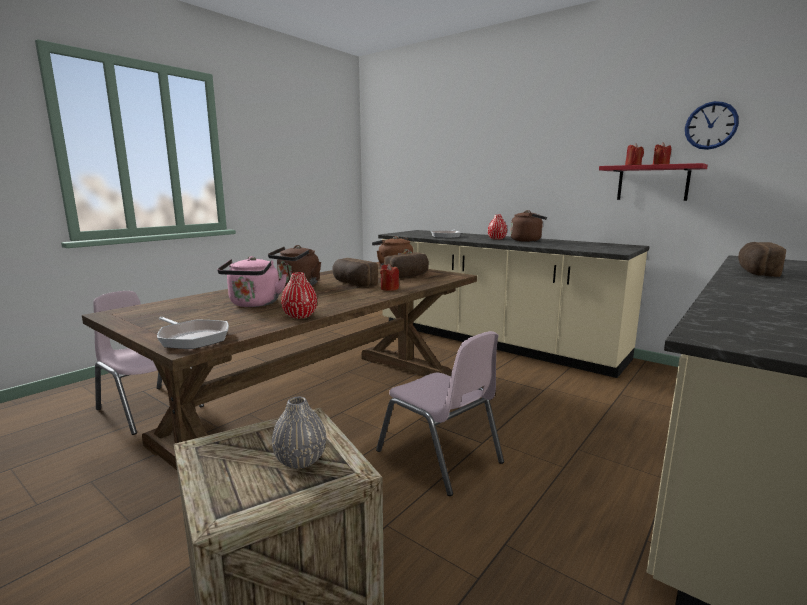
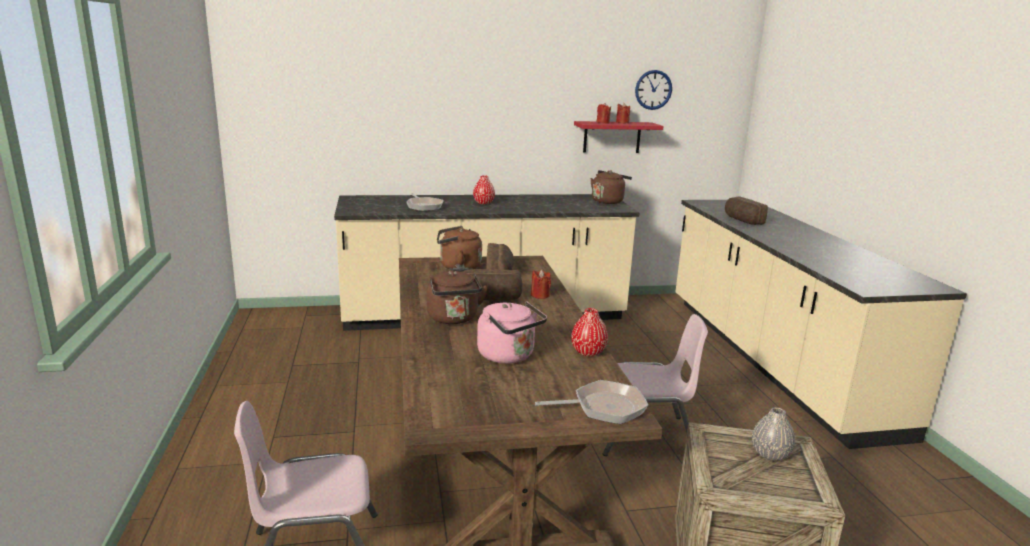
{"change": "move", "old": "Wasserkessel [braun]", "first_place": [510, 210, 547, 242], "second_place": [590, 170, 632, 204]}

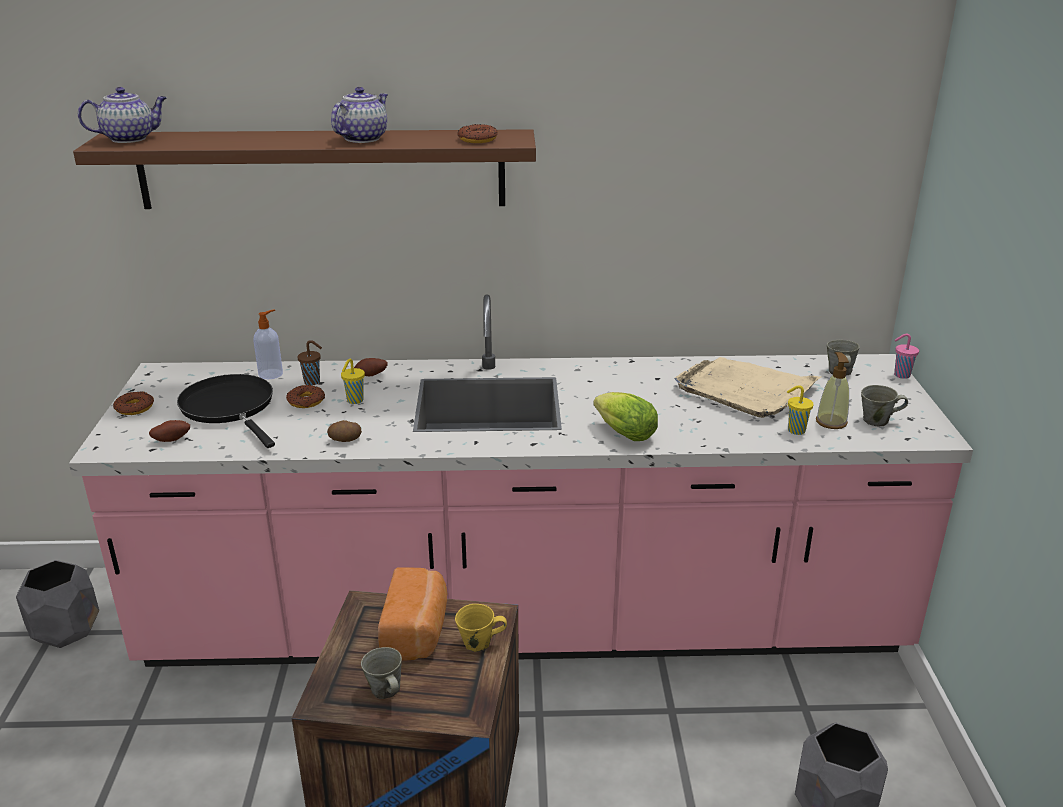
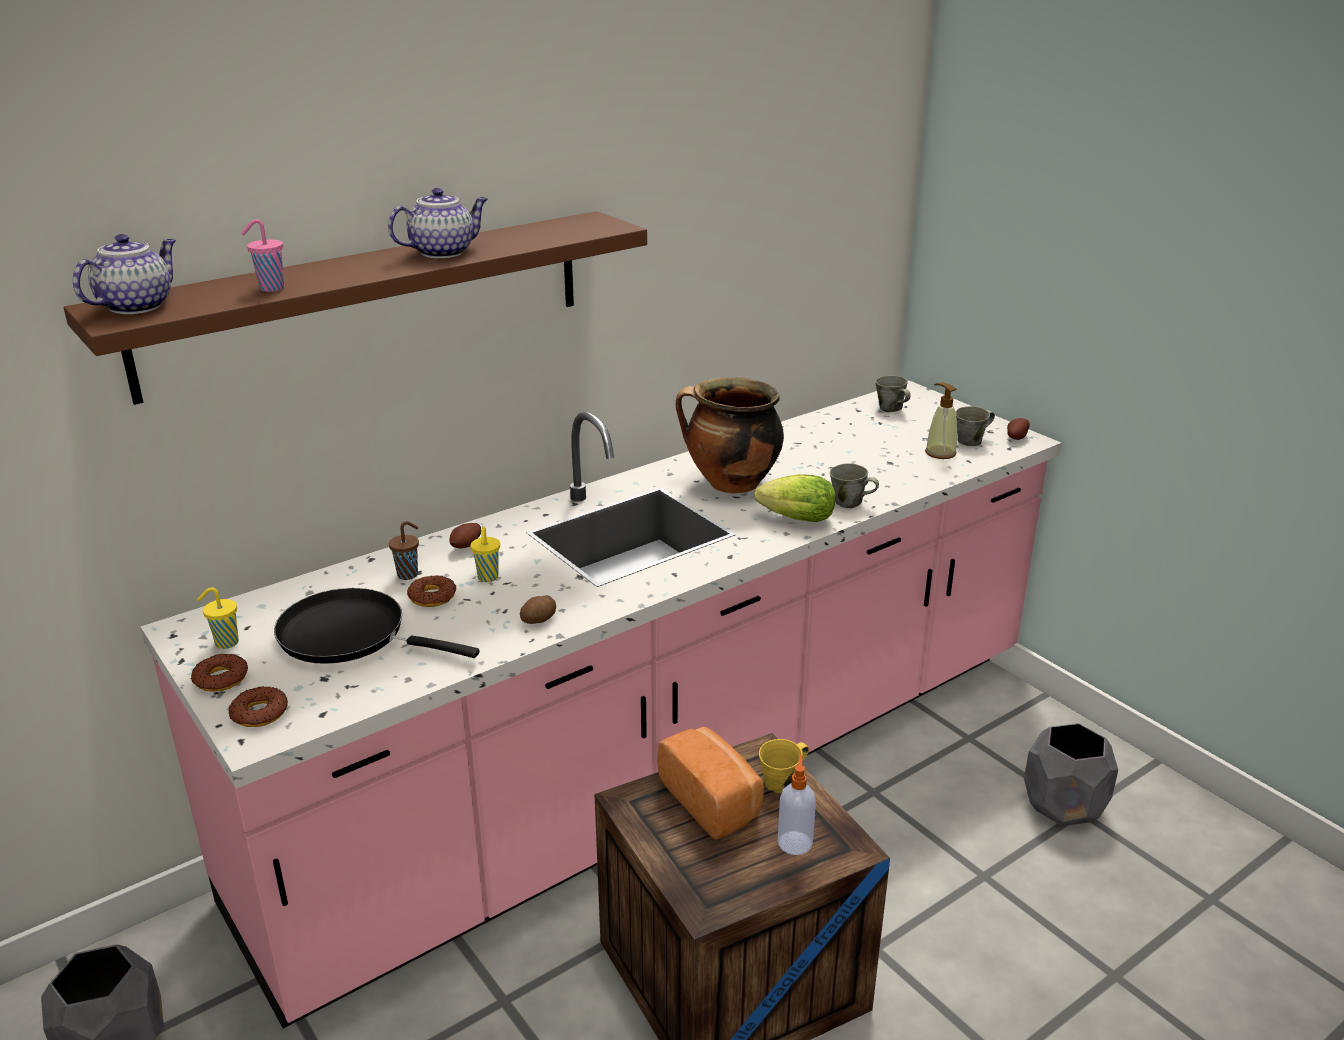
{"change": "delete", "old": "Tablett [beige]", "first_place": [674, 357, 821, 418]}
{"change": "insert", "new": "Kochtopf", "second_place": [676, 377, 784, 494]}
{"change": "move", "old": "Kartoffel", "first_place": [149, 420, 190, 442], "second_place": [1007, 418, 1030, 440]}
{"change": "move", "old": "Seifenspender", "first_place": [253, 309, 283, 379], "second_place": [778, 755, 816, 855]}
{"change": "move", "old": "Henkelbecher [grau]", "first_place": [361, 647, 402, 699], "second_place": [830, 463, 879, 508]}
{"change": "move", "old": "Donut", "first_place": [457, 124, 498, 143], "second_place": [228, 686, 288, 727]}
{"change": "move", "old": "Tasse [gelb]", "first_place": [787, 385, 814, 435], "second_place": [197, 587, 239, 649]}
{"change": "move", "old": "Tasse [rosa]", "first_place": [894, 334, 919, 379], "second_place": [241, 219, 284, 292]}
{"change": "rotate", "old": "Teekanne", "first_place": [331, 87, 388, 143], "second_place": [388, 188, 488, 258], "degrees": 60}

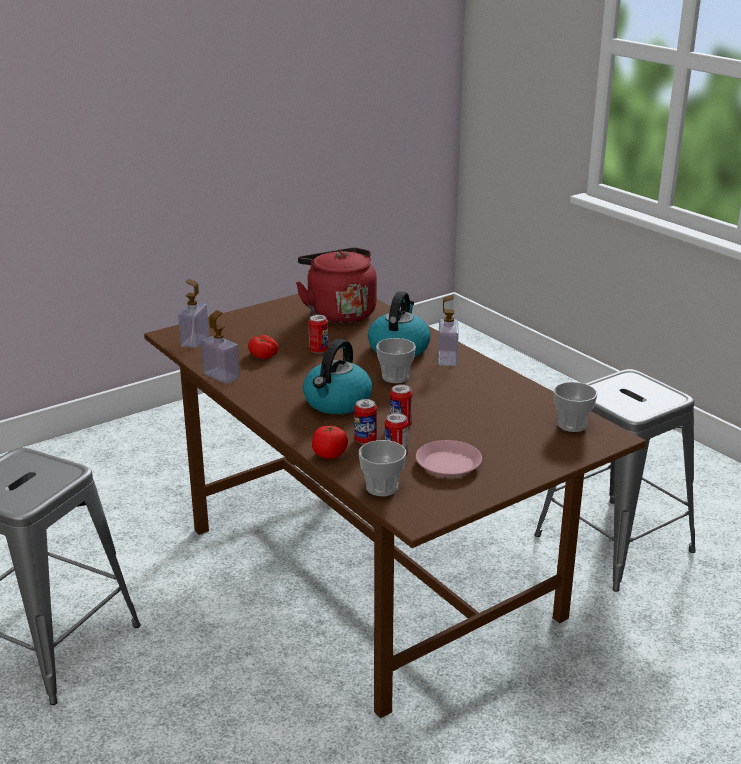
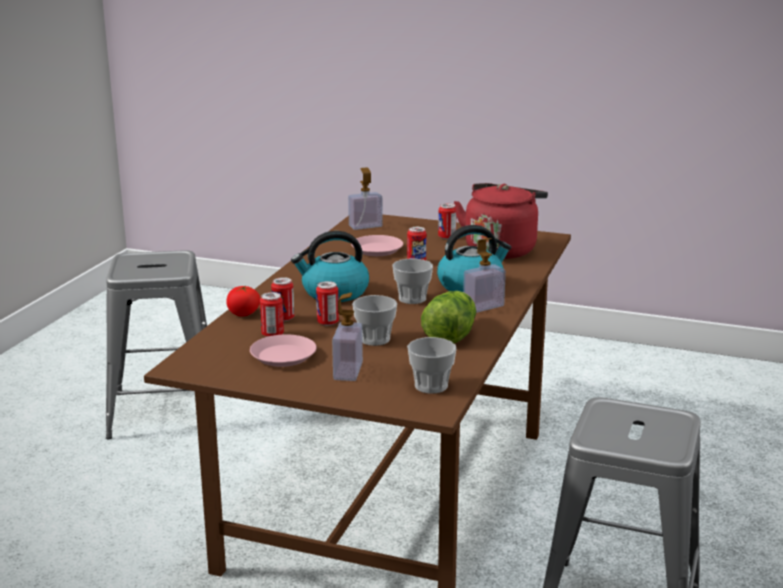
{"change": "insert", "new": "Salatkopf", "second_place": [421, 291, 476, 343]}
{"change": "insert", "new": "Dose", "second_place": [438, 203, 457, 239]}
{"change": "move", "old": "Seifenspender", "first_place": [201, 310, 240, 383], "second_place": [332, 293, 363, 381]}
{"change": "move", "old": "Tasse", "first_place": [359, 440, 406, 496], "second_place": [352, 295, 397, 346]}
{"change": "replace", "old": "Tomate", "new": "Teller [rosa]", "first_place": [248, 335, 278, 359], "second_place": [351, 235, 403, 256]}

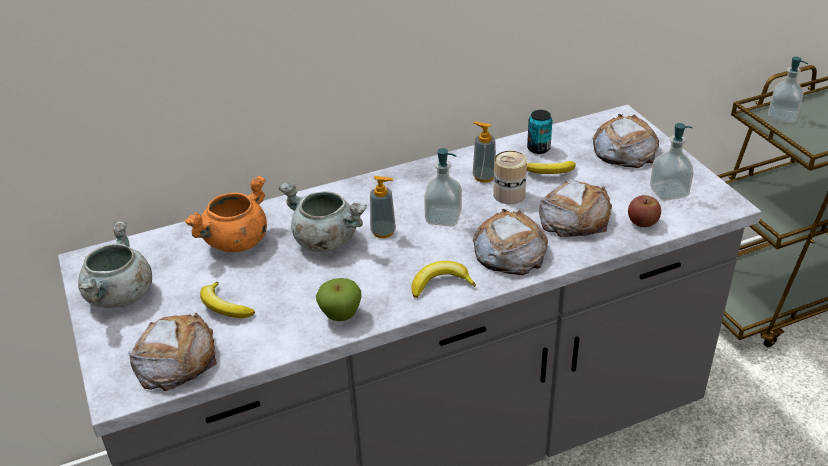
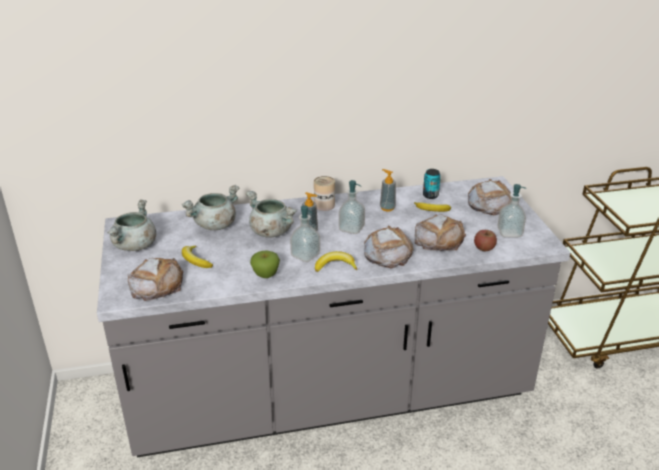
{"change": "move", "old": "Dose", "first_place": [493, 151, 527, 204], "second_place": [314, 176, 335, 211]}
{"change": "move", "old": "Seifenspender", "first_place": [768, 57, 808, 123], "second_place": [290, 205, 320, 262]}
{"change": "recolor", "old": "Kochtopf [orange]", "new": "Kochtopf [grau]", "first_place": [184, 176, 267, 252], "second_place": [182, 185, 239, 230]}

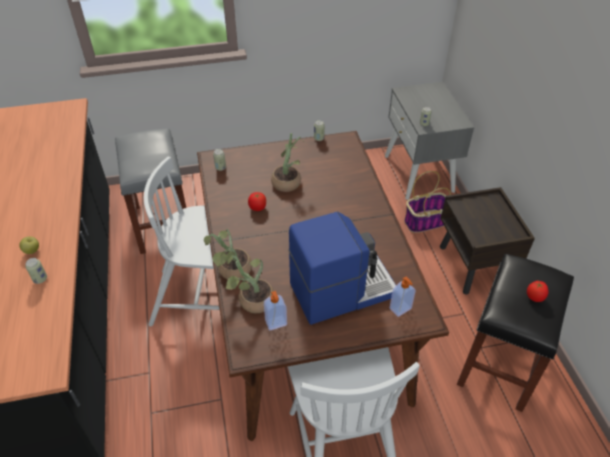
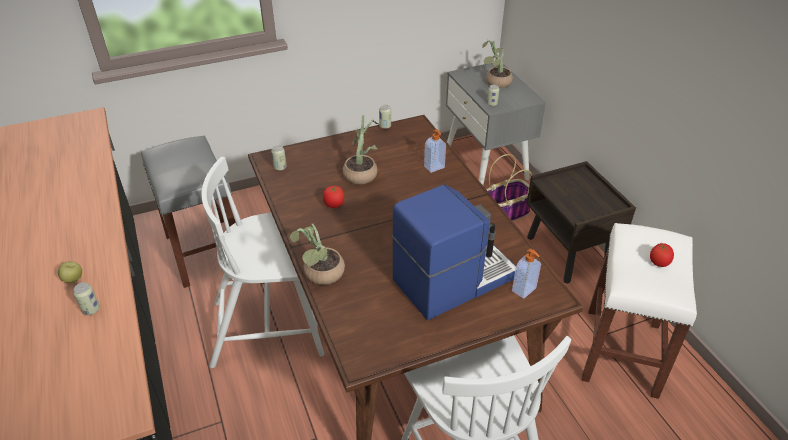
{"change": "move", "old": "Topfpflanze", "first_place": [225, 255, 274, 313], "second_place": [483, 40, 513, 88]}
{"change": "move", "old": "Seifenspender", "first_place": [264, 291, 287, 330], "second_place": [424, 129, 446, 173]}
{"change": "recolor", "old": "Hocker [schwarz]", "new": "Hocker [weiß]", "first_place": [457, 254, 574, 412], "second_place": [581, 223, 697, 399]}

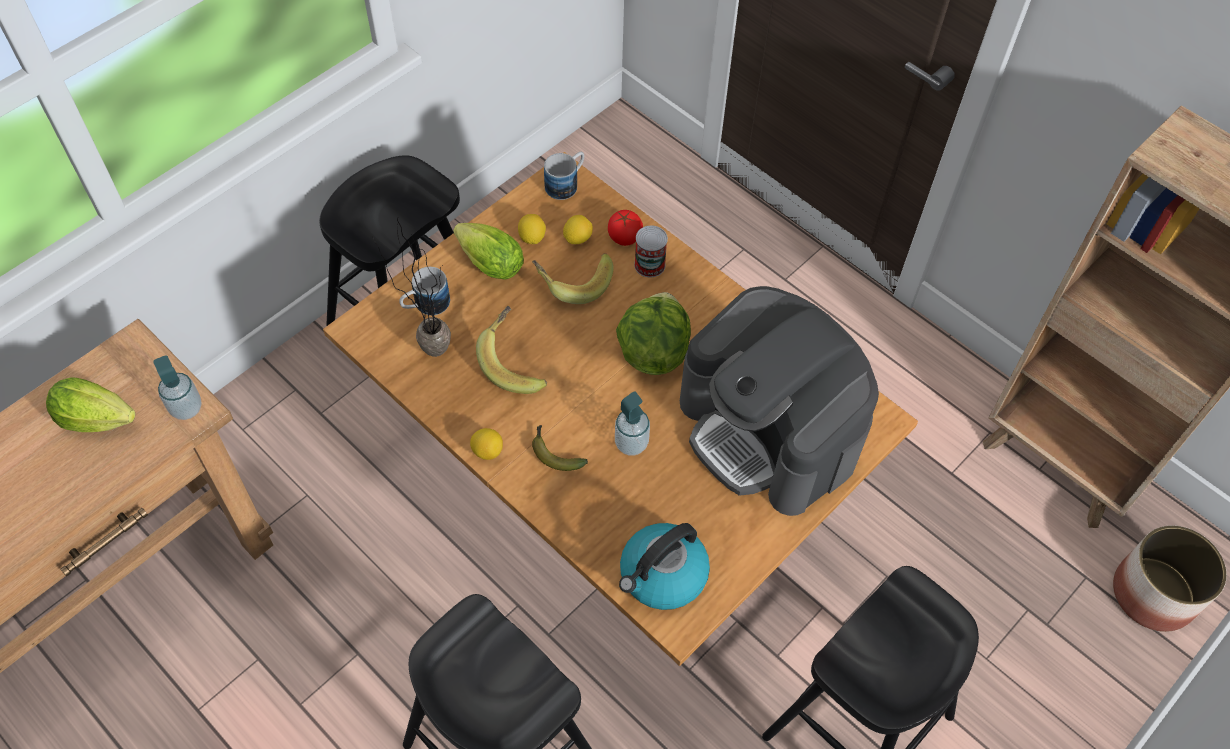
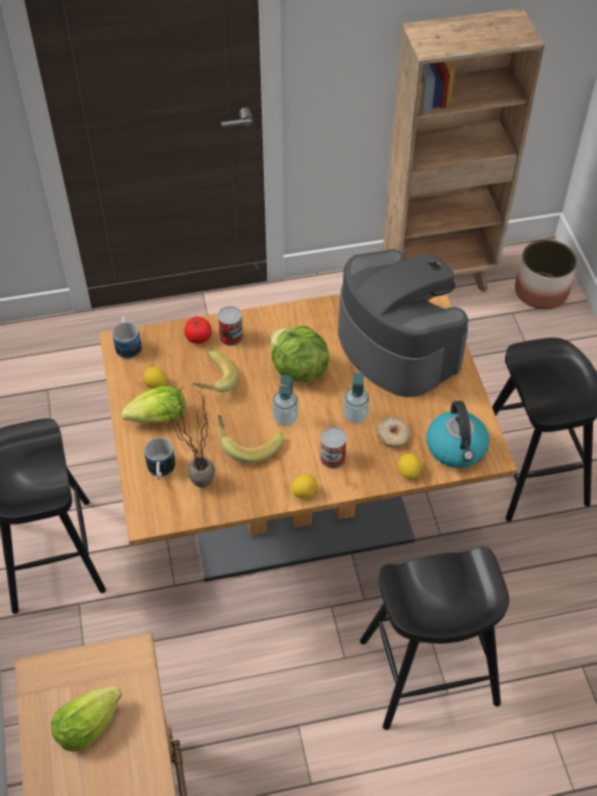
{"change": "insert", "new": "Donut", "second_place": [376, 417, 410, 448]}
{"change": "move", "old": "Seifenspender", "first_place": [153, 355, 202, 420], "second_place": [272, 375, 298, 426]}
{"change": "move", "old": "Zitrone", "first_place": [563, 215, 593, 244], "second_place": [398, 453, 422, 478]}
{"change": "replace", "old": "Banane", "new": "Dose", "first_place": [532, 425, 588, 471], "second_place": [320, 427, 347, 469]}
{"change": "rotate", "old": "Kaffeemaschine", "first_place": [680, 286, 879, 516], "second_place": [338, 249, 468, 397], "degrees": -120}

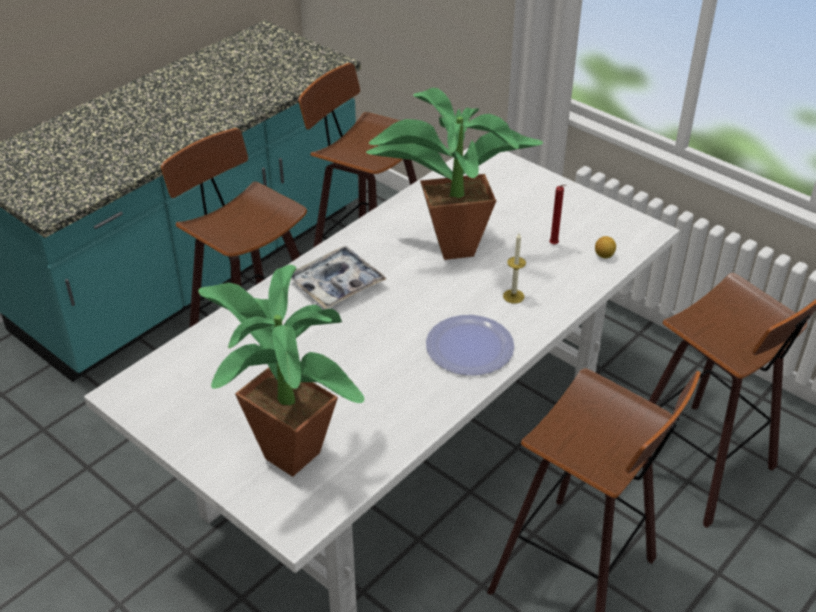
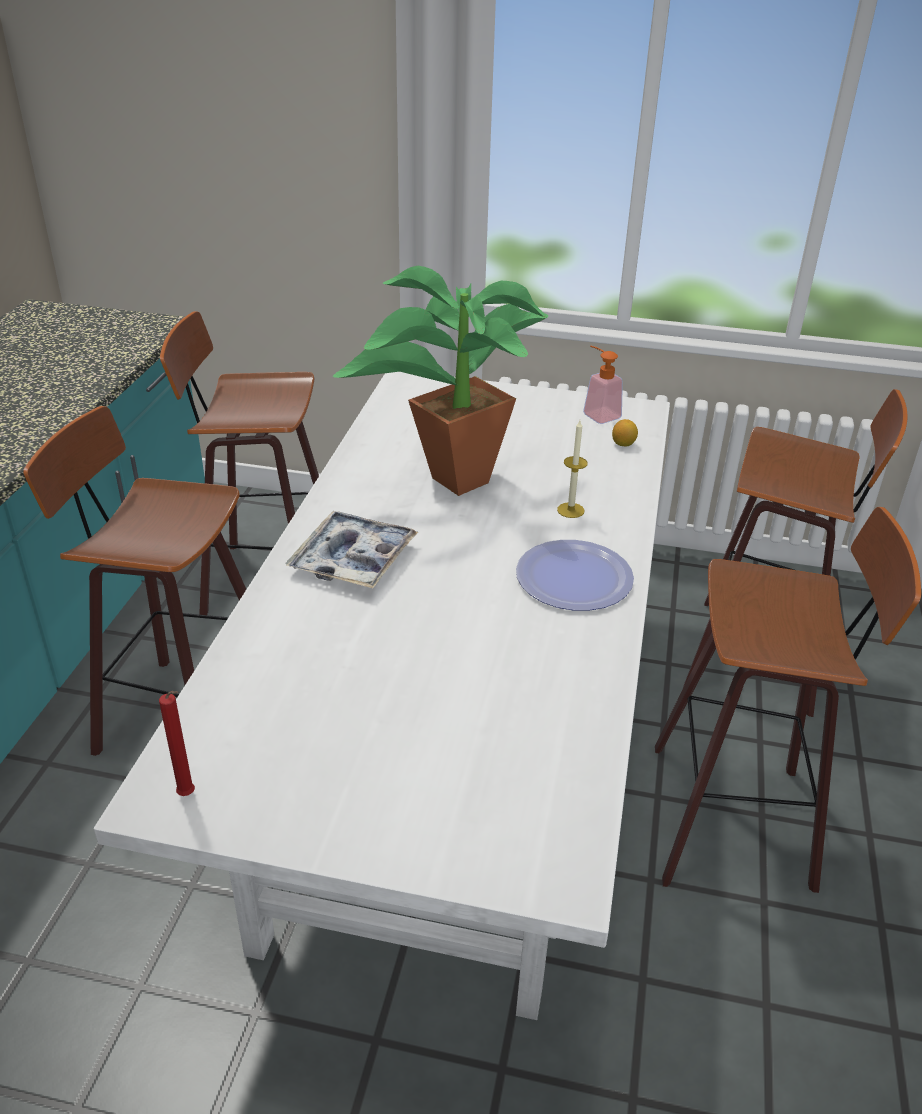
{"change": "delete", "old": "Topfpflanze", "first_place": [198, 265, 365, 477]}
{"change": "insert", "new": "Seifenspender", "second_place": [583, 346, 623, 424]}
{"change": "move", "old": "Kerze [rot]", "first_place": [549, 185, 566, 245], "second_place": [159, 691, 195, 796]}

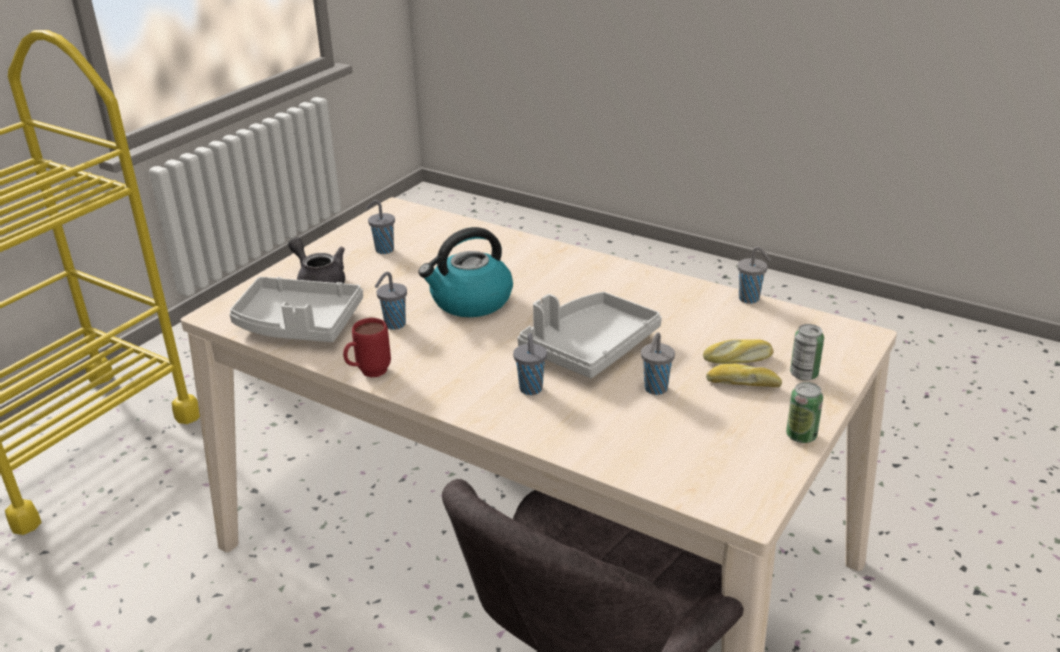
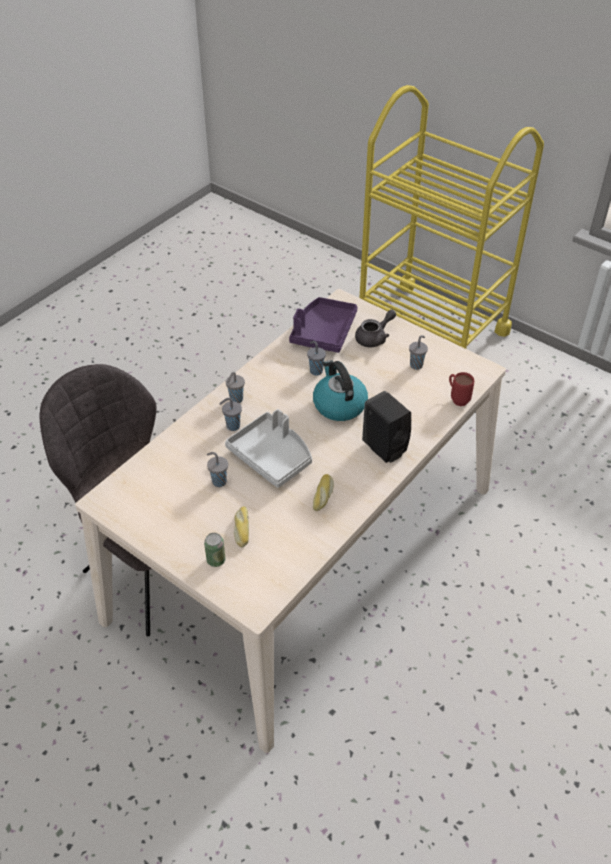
{"change": "delete", "old": "Dose", "first_place": [786, 382, 823, 443]}
{"change": "insert", "new": "Seifenspender [schwarz]", "second_place": [362, 391, 411, 463]}
{"change": "move", "old": "Henkelbecher [rot]", "first_place": [343, 318, 391, 377], "second_place": [449, 372, 474, 406]}
{"change": "move", "old": "Brot", "first_place": [706, 364, 782, 387], "second_place": [313, 474, 334, 511]}
{"change": "move", "old": "Tasse [grau]", "first_place": [737, 246, 771, 304], "second_place": [226, 372, 245, 403]}
{"change": "recolor", "old": "Tablett [grau]", "new": "Tablett [lila]", "first_place": [229, 277, 363, 342], "second_place": [289, 297, 357, 353]}

